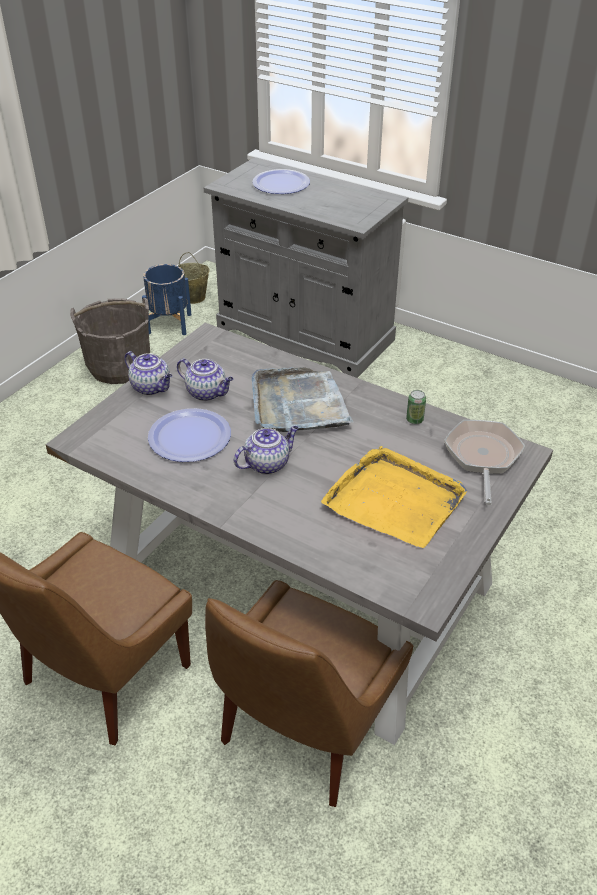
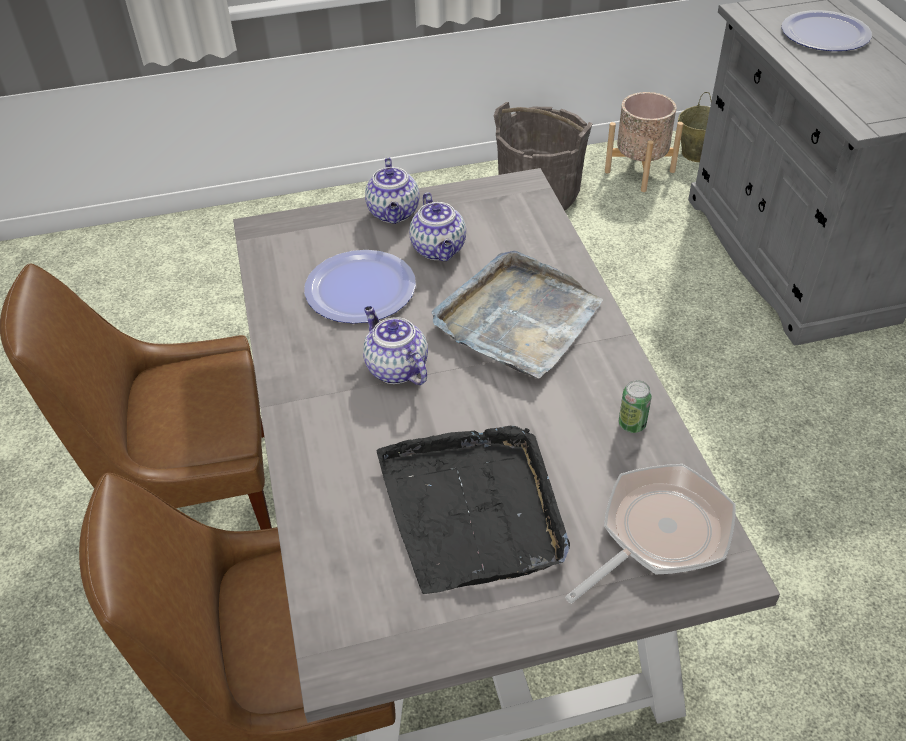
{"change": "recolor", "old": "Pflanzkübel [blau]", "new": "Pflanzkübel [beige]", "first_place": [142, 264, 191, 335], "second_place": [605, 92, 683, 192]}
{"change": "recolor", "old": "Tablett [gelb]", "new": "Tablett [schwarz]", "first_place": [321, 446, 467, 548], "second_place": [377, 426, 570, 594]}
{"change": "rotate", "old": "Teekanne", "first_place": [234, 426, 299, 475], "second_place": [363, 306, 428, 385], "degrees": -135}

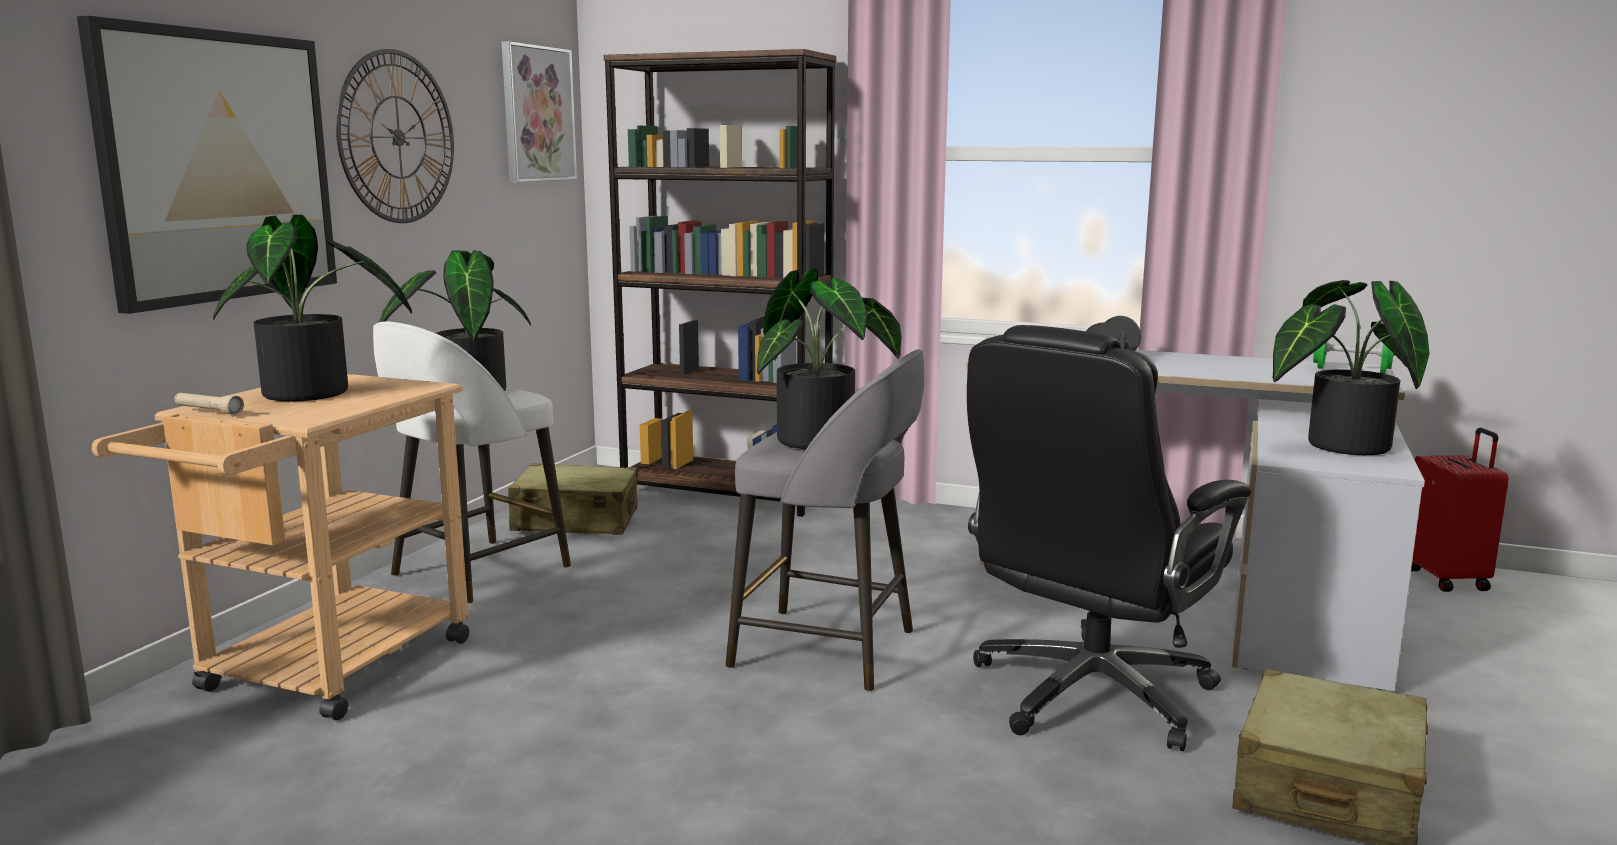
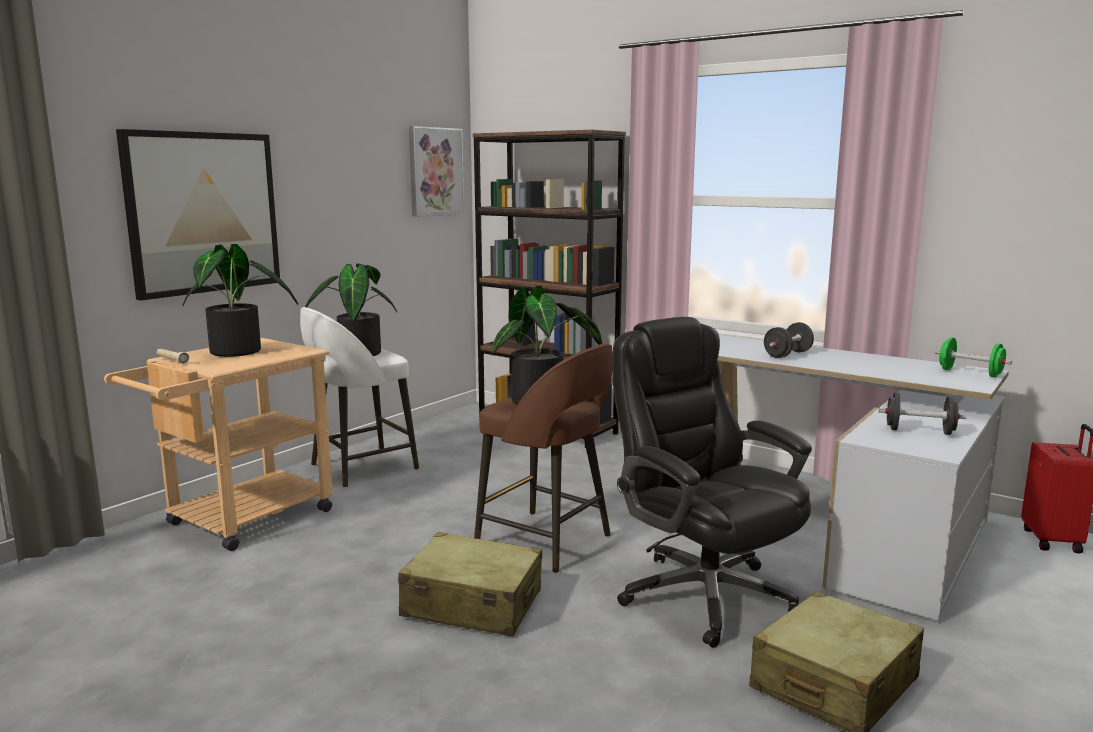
{"change": "delete", "old": "Wanduhr", "first_place": [336, 49, 454, 223]}
{"change": "move", "old": "Koffer [beige]", "first_place": [508, 463, 638, 535], "second_place": [398, 532, 542, 637]}
{"change": "replace", "old": "Topfpflanze", "new": "Hantel [schwarz]", "first_place": [1273, 280, 1430, 455], "second_place": [879, 393, 967, 435]}
{"change": "recolor", "old": "Hocker [grau]", "new": "Hocker [braun]", "first_place": [726, 350, 924, 692], "second_place": [474, 344, 613, 573]}
{"change": "rotate", "old": "Bürostuhl [schwarz]", "first_place": [967, 325, 1251, 751], "second_place": [612, 317, 812, 648], "degrees": 90}

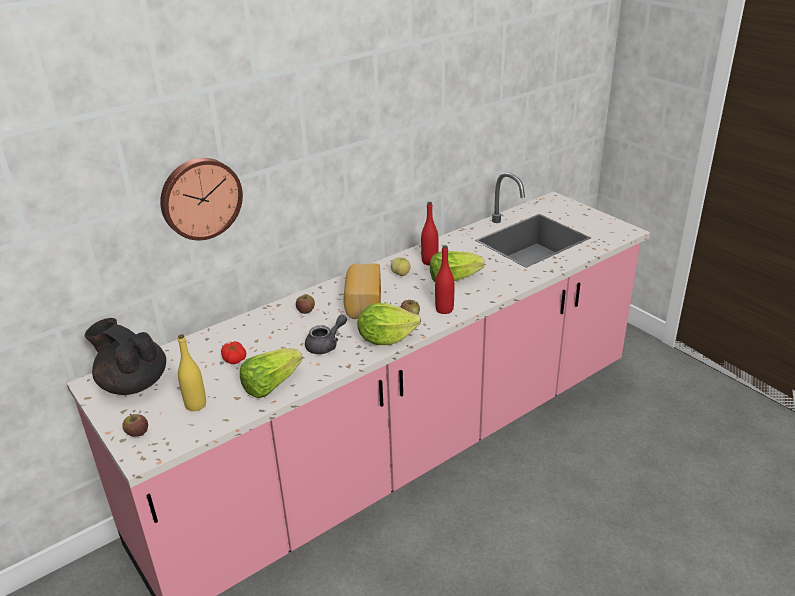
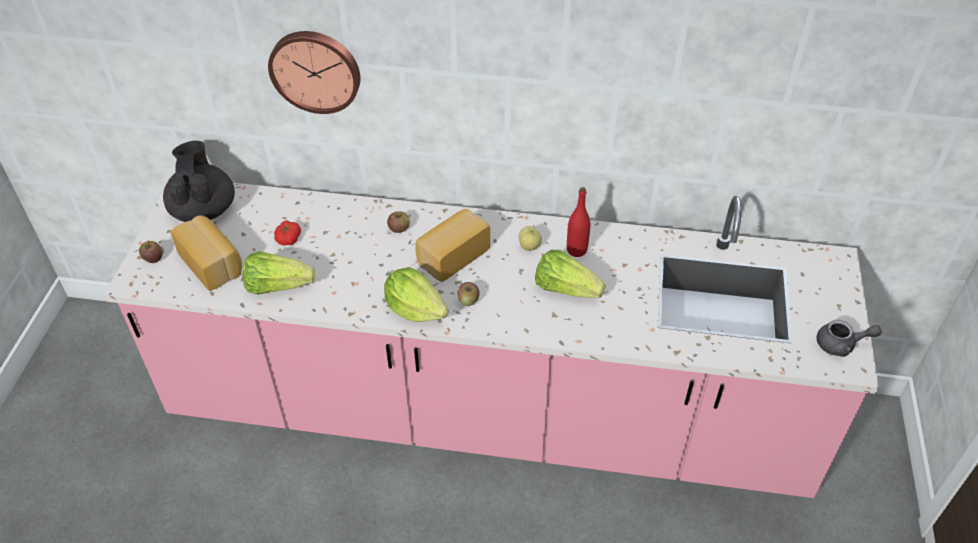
{"change": "delete", "old": "Flasche [rot]", "first_place": [435, 245, 454, 314]}
{"change": "move", "old": "Teekanne [grau]", "first_place": [305, 314, 347, 354], "second_place": [817, 320, 882, 357]}
{"change": "replace", "old": "Flasche [gelb]", "new": "Brot", "first_place": [178, 334, 206, 411], "second_place": [170, 215, 242, 291]}

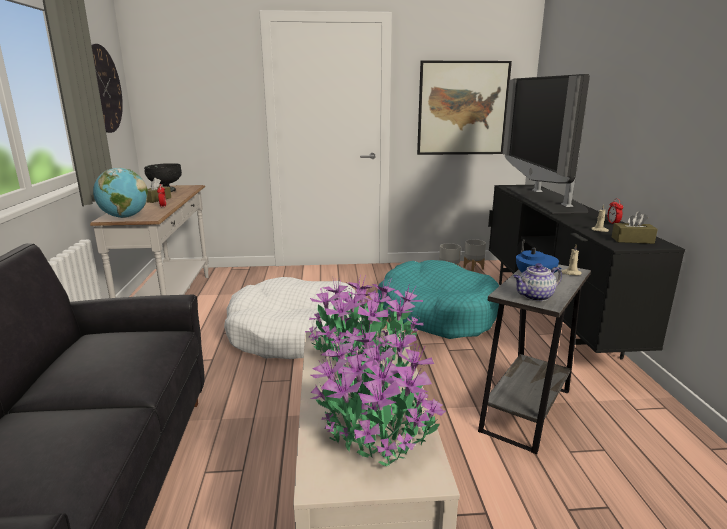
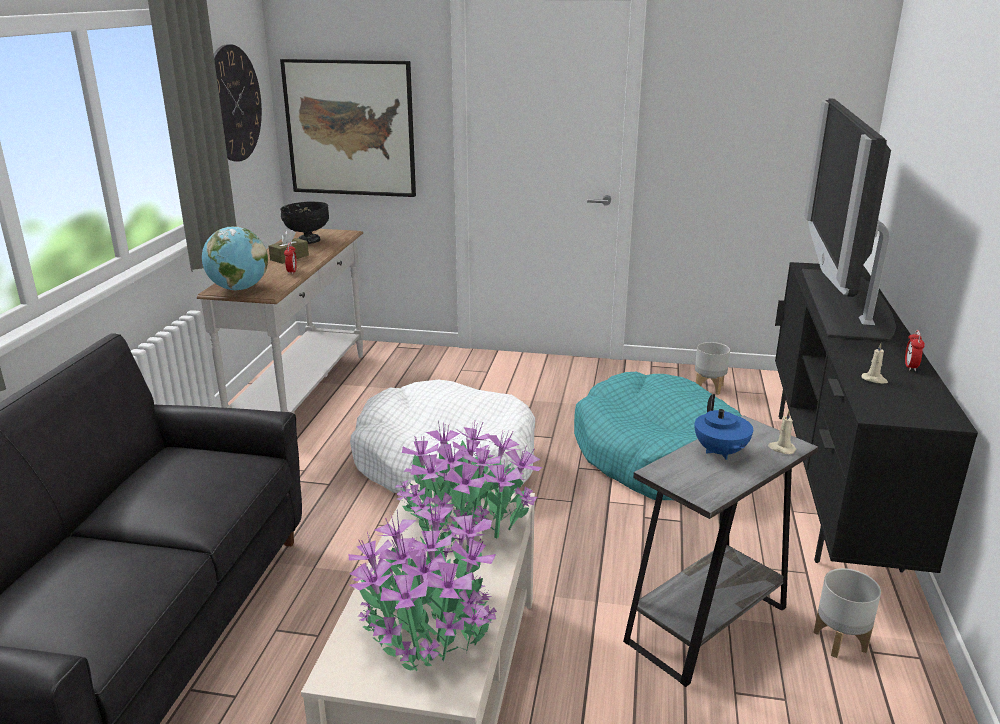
{"change": "delete", "old": "Teekanne", "first_place": [513, 263, 562, 301]}
{"change": "delete", "old": "Taschentuchbox [braun]", "first_place": [612, 212, 658, 244]}
{"change": "move", "old": "Bild", "first_place": [417, 61, 512, 155], "second_place": [280, 59, 416, 197]}
{"change": "move", "old": "Pflanzkübel [grau]", "first_place": [463, 239, 486, 272], "second_place": [813, 568, 881, 658]}

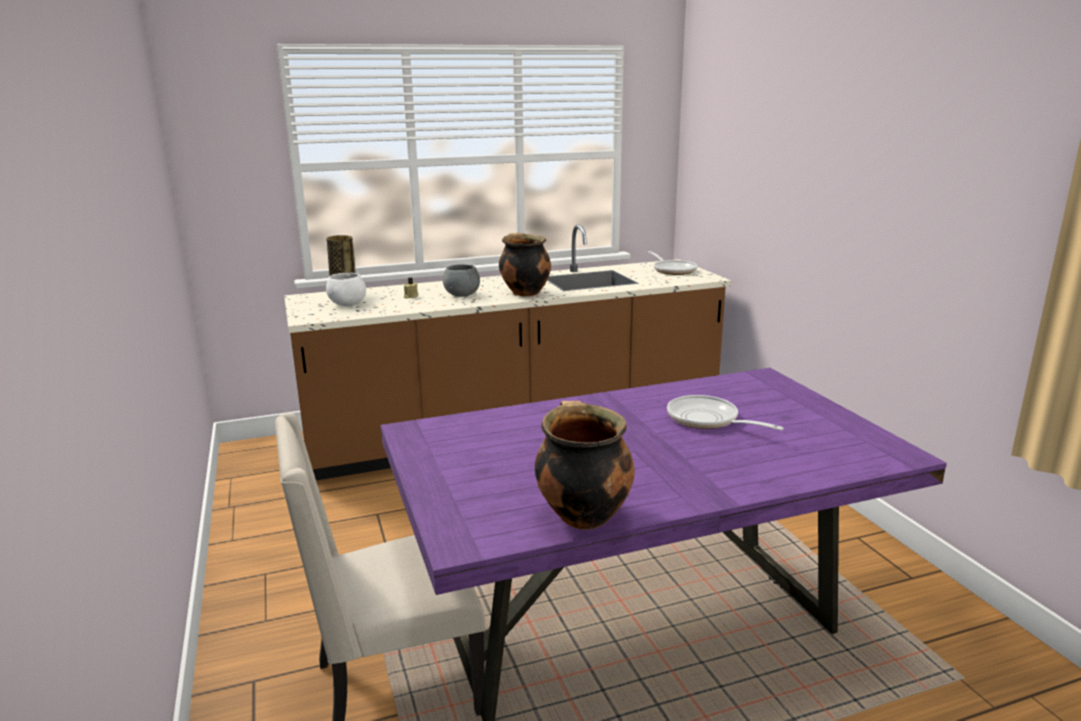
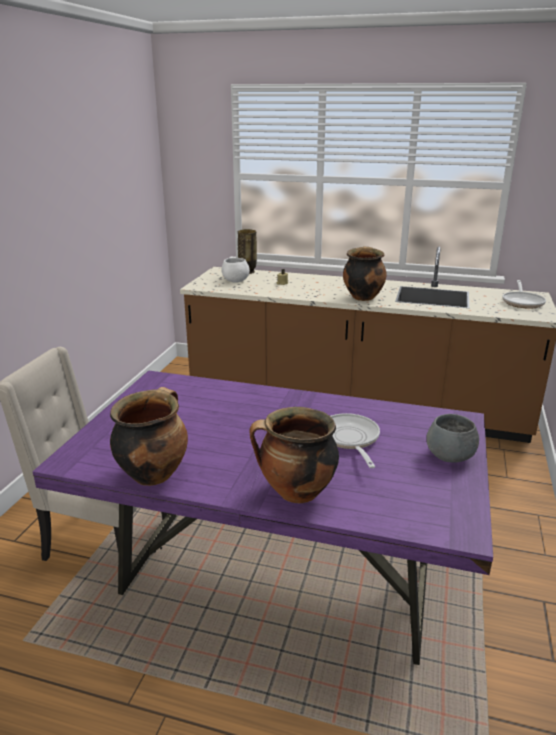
{"change": "insert", "new": "Kochtopf", "second_place": [249, 407, 339, 504]}
{"change": "move", "old": "Schüssel [grau]", "first_place": [443, 264, 480, 297], "second_place": [426, 414, 479, 463]}

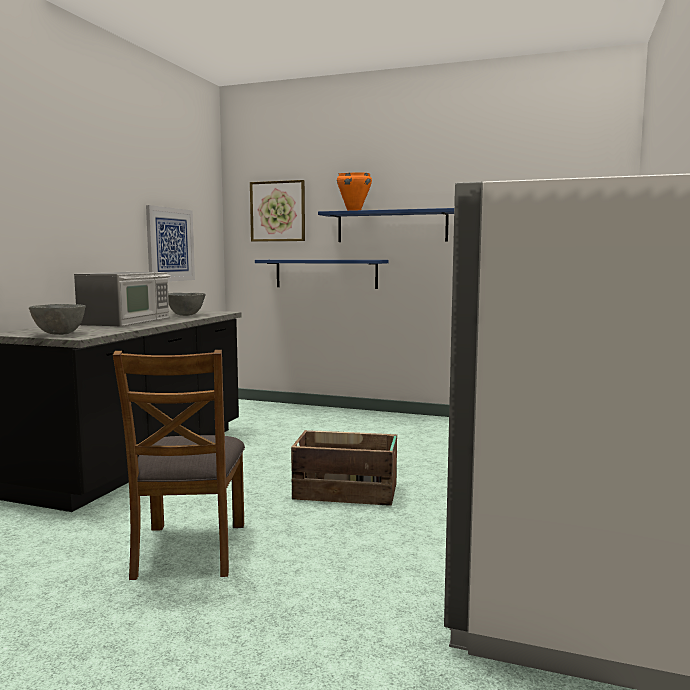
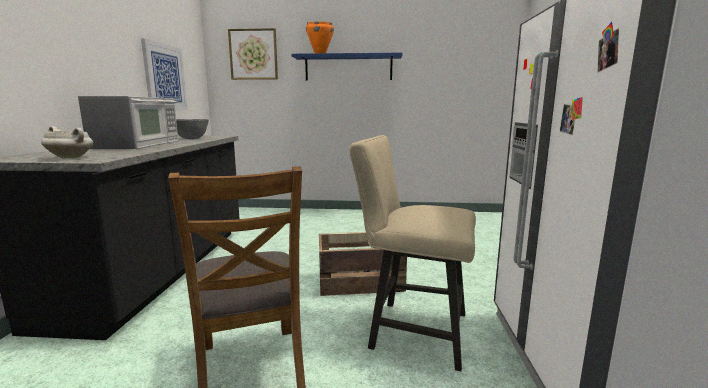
{"change": "delete", "old": "Wandregal [blau]", "first_place": [255, 260, 389, 289]}
{"change": "insert", "new": "Stuhl [beige]", "second_place": [349, 135, 476, 372]}
{"change": "replace", "old": "Schüssel [grau]", "new": "Kochtopf [weiß]", "first_place": [29, 304, 86, 335], "second_place": [41, 126, 93, 158]}

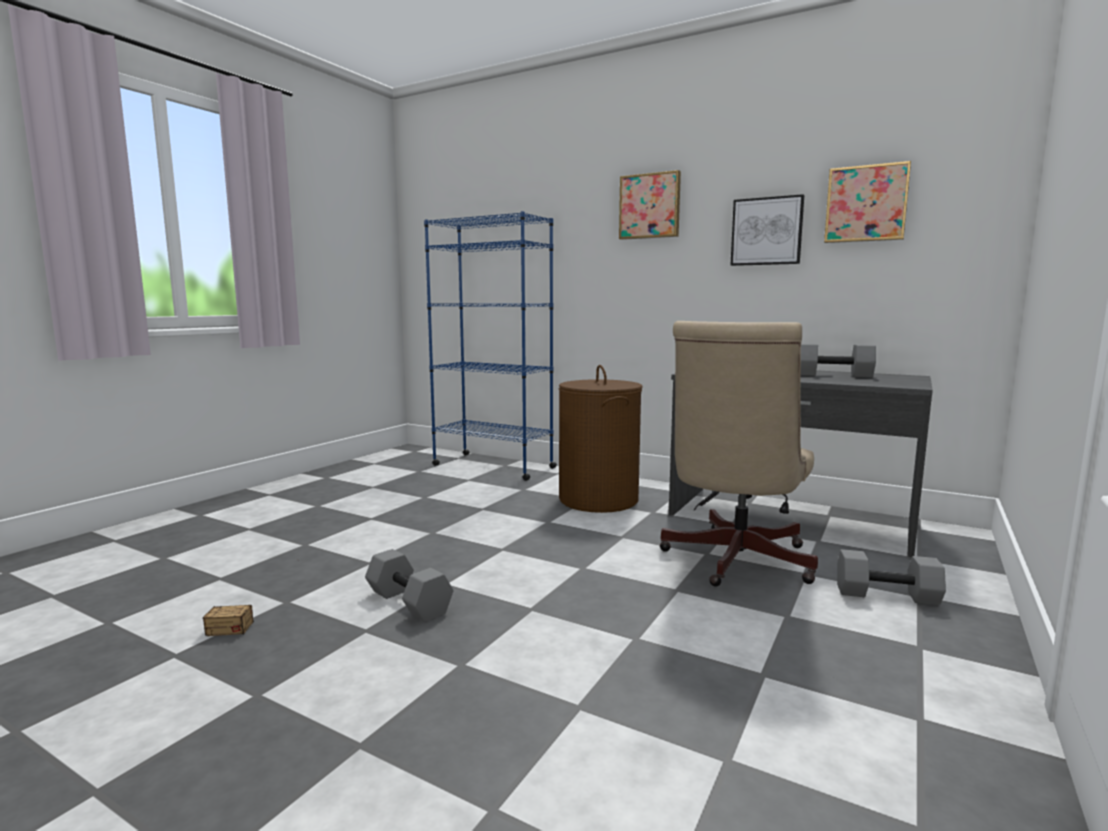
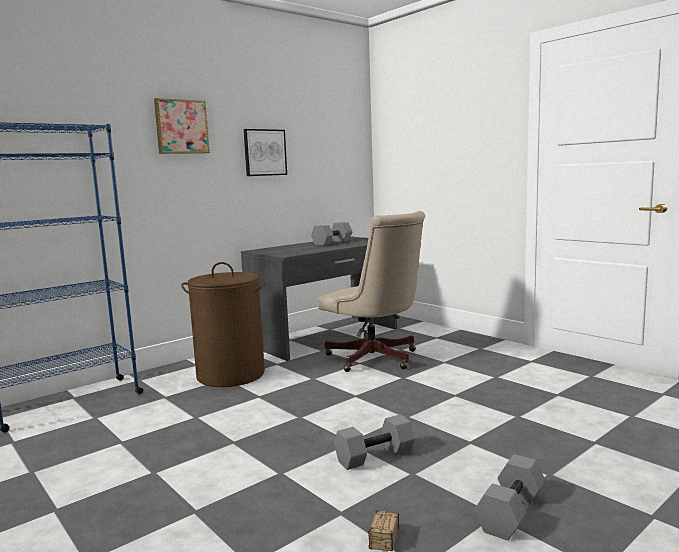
{"change": "delete", "old": "Bild", "first_place": [824, 161, 911, 243]}
{"change": "move", "old": "Hantel [grau]", "first_place": [837, 549, 946, 606], "second_place": [474, 454, 545, 540]}

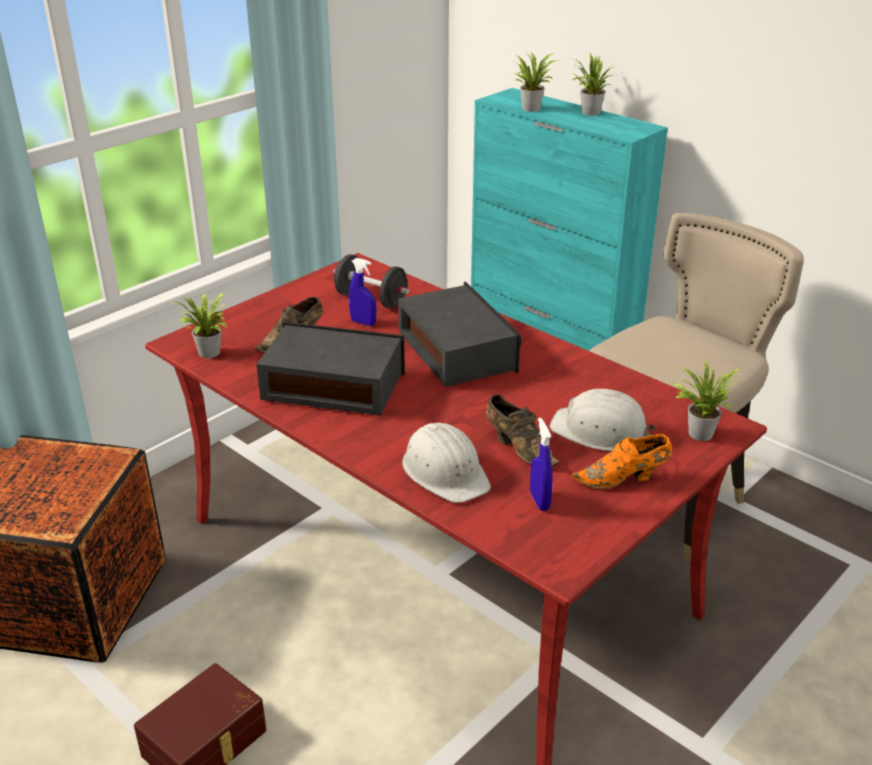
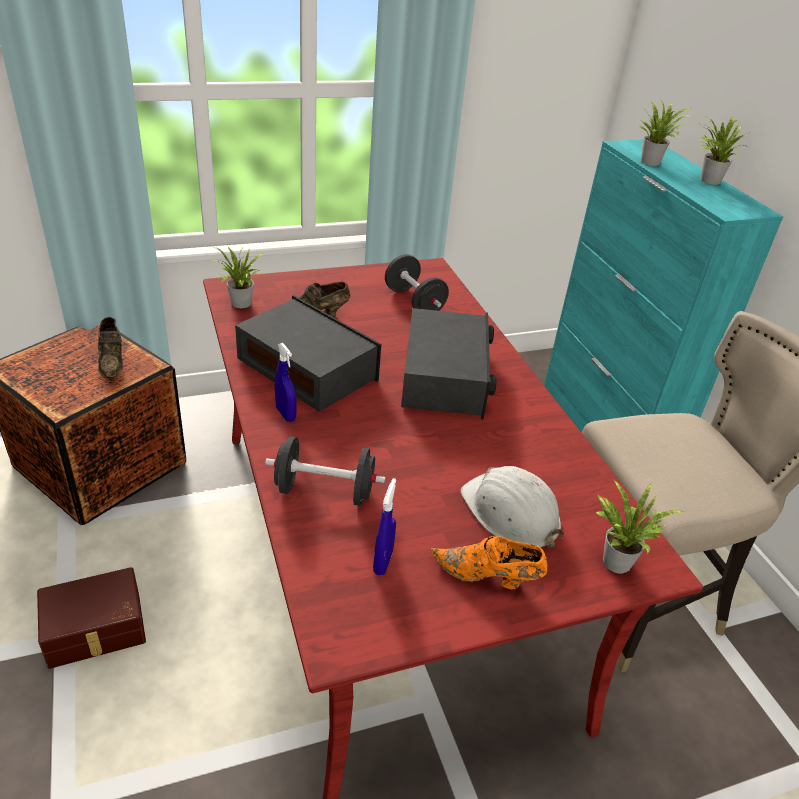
{"change": "move", "old": "Sprühflasche [blau]", "first_place": [349, 258, 376, 326], "second_place": [275, 343, 296, 422]}
{"change": "move", "old": "Schuh [braun]", "first_place": [486, 394, 559, 467], "second_place": [98, 317, 123, 379]}
{"change": "replace", "old": "Schutzhelm [weiß]", "new": "Hantel [schwarz]", "first_place": [402, 423, 491, 503], "second_place": [265, 436, 386, 506]}

